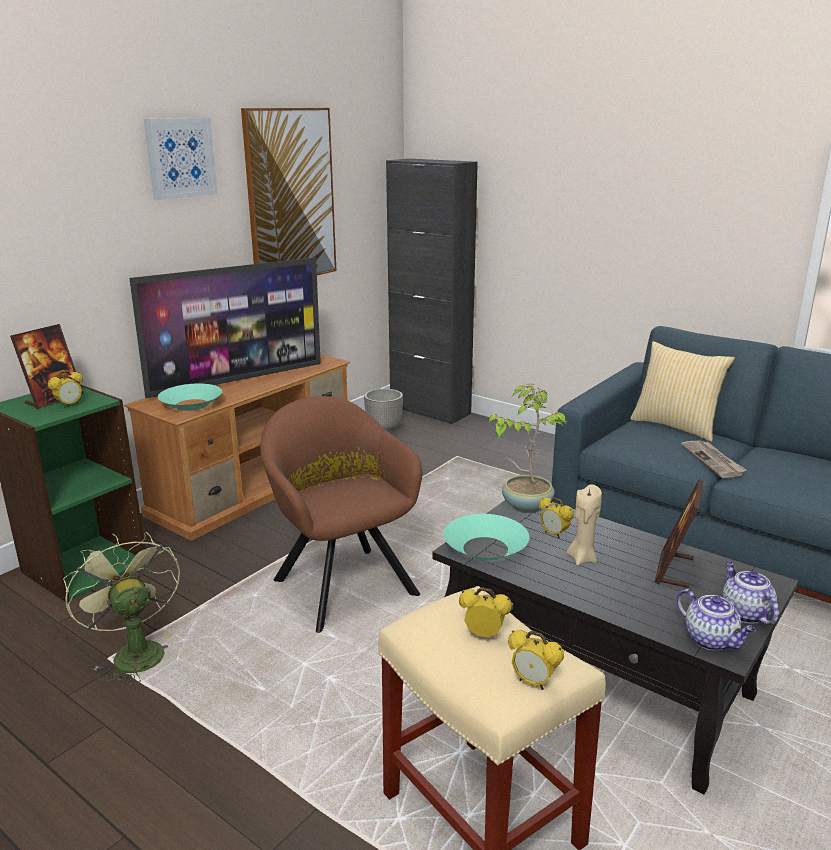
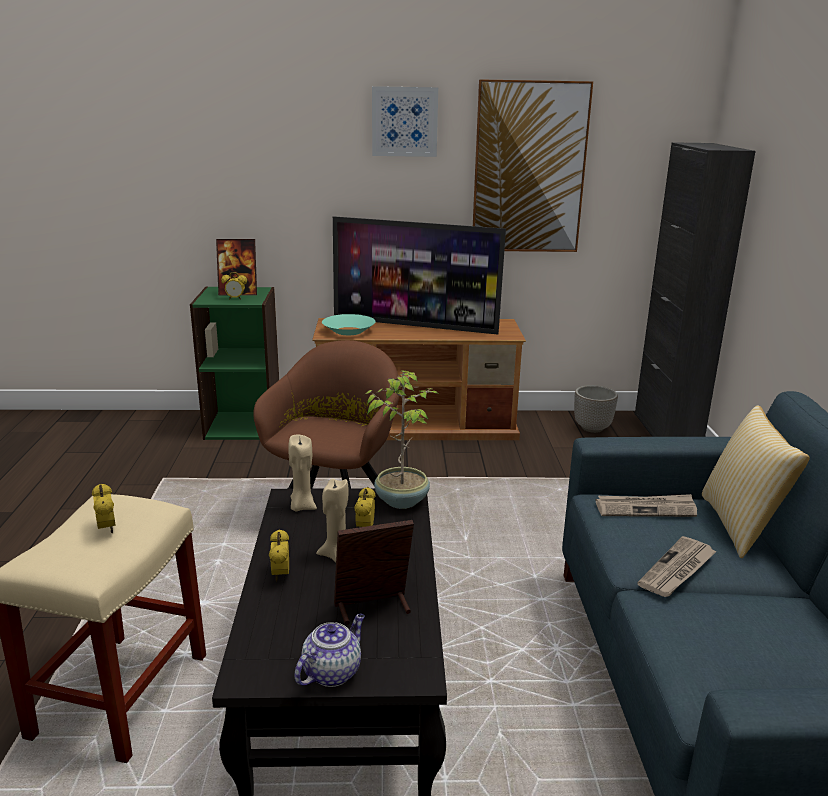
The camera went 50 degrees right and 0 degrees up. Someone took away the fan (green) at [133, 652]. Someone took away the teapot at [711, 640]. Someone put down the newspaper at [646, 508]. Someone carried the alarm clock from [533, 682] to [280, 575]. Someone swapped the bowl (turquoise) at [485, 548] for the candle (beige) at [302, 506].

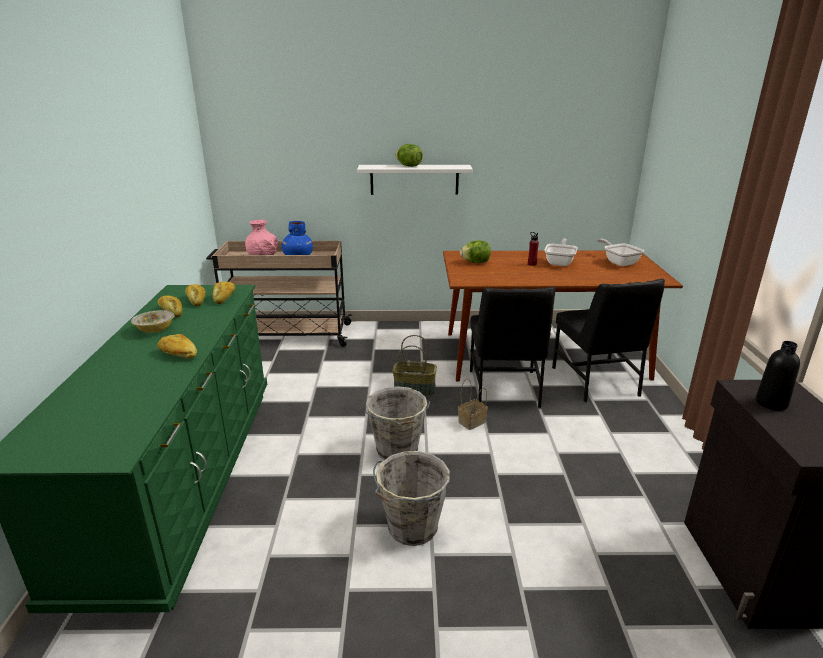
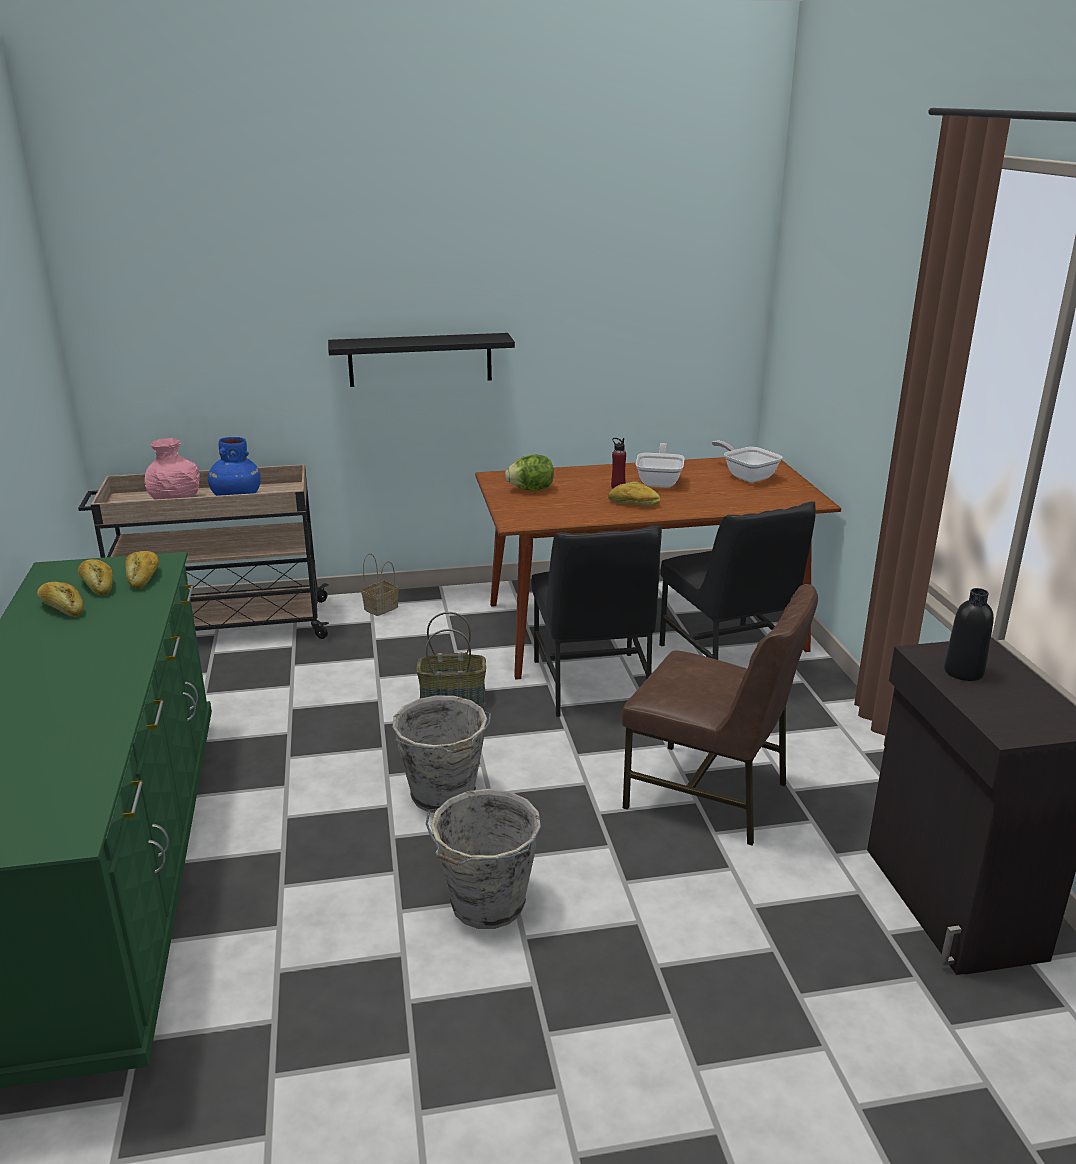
The camera went 10 degrees left and 0 degrees up. Someone took away the bowl at [155, 330]. Someone took away the lettuce at [409, 166]. Someone put down the chair (brown) at [709, 795]. Someone carried the bread from [178, 354] to [633, 503]. Someone carried the basket from [471, 422] to [380, 608]. Someone repainted the shelf (white) at [414, 179], which became the shelf (black) at [420, 359].

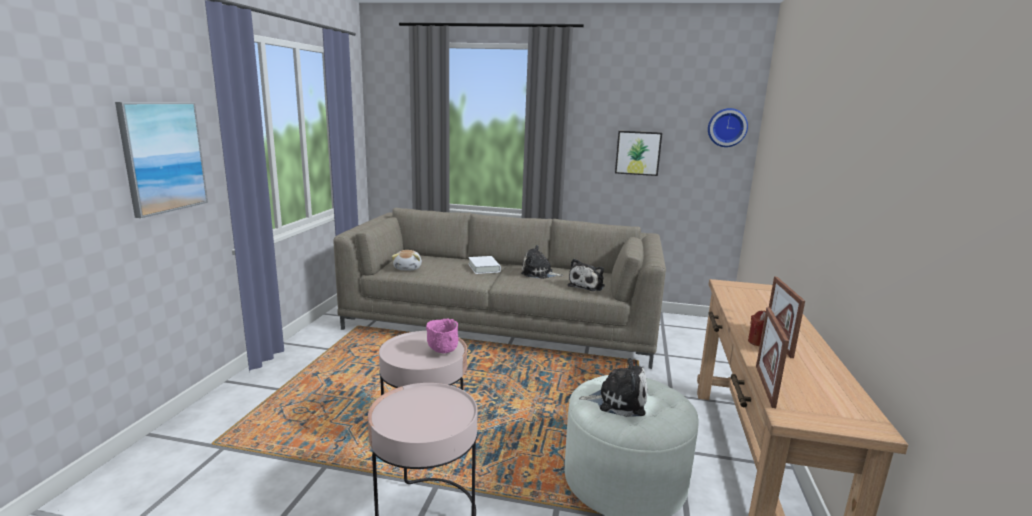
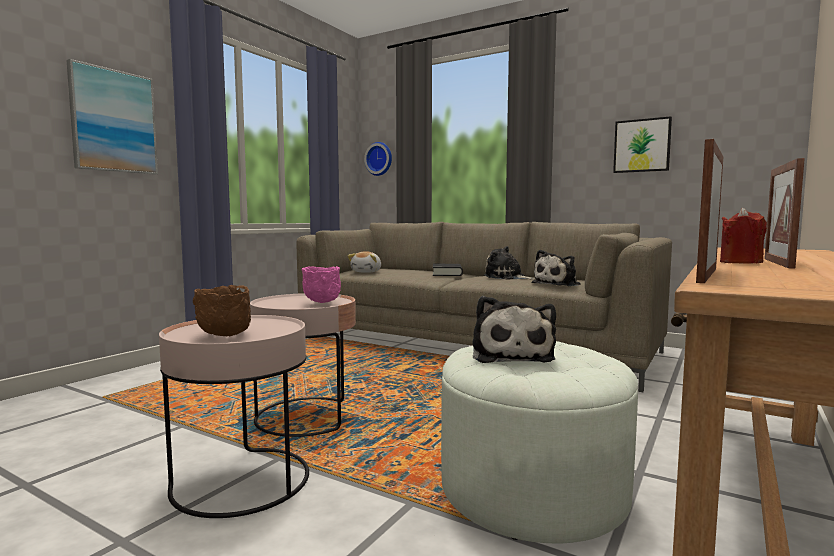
The camera went 20 degrees right and 10 degrees down. Someone put down the bowl (brown) at [225, 335]. Someone carried the wall clock from [727, 127] to [379, 159]. Someone repainted the book (white) at [484, 268], which became the book (black) at [447, 274]. Someone rotated the plush toy at [618, 401] by 60 degrees clockwise.

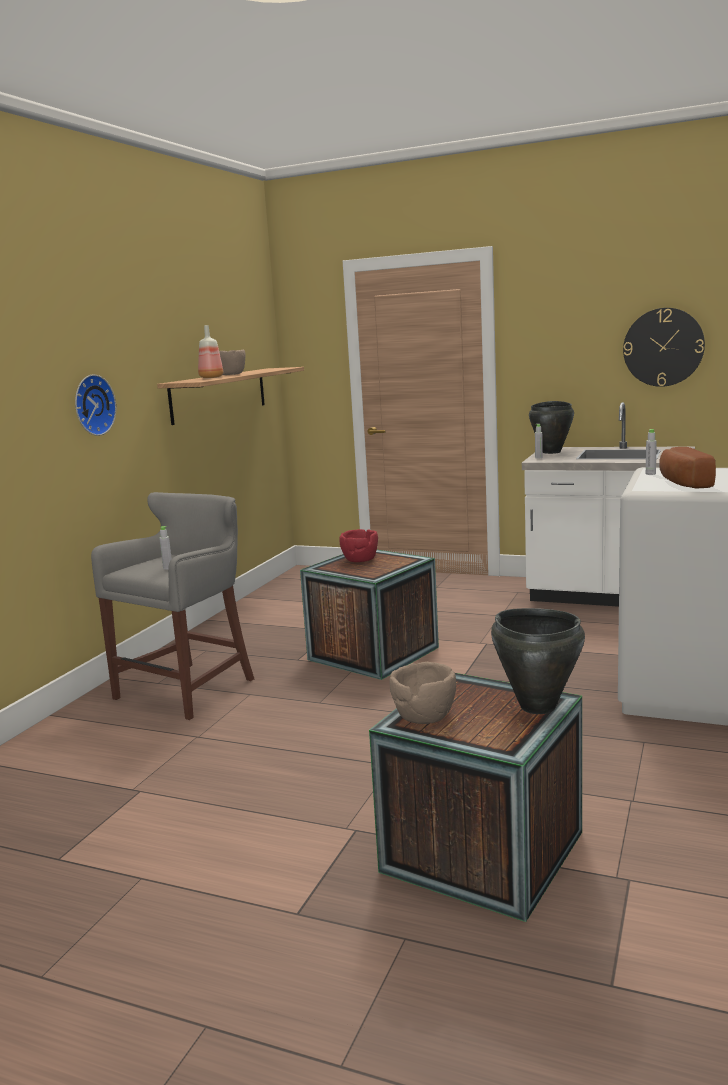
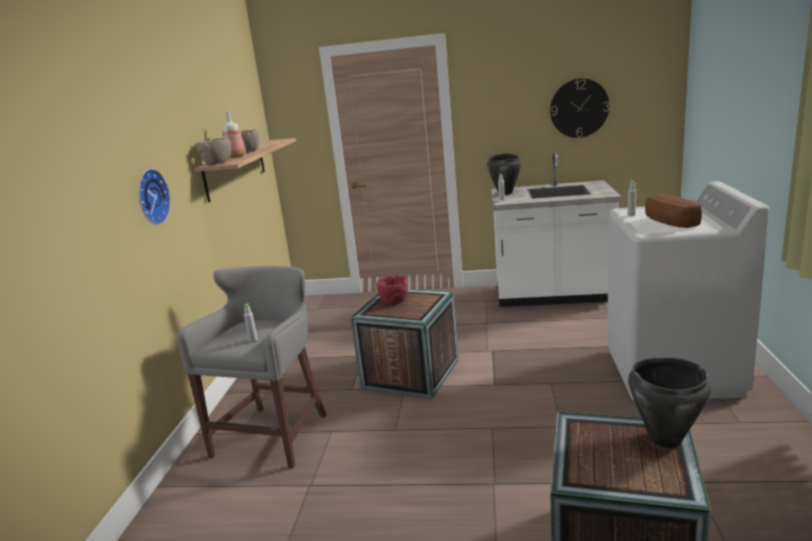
The camera went 15 degrees left and 5 degrees up. Someone carried the bowl (brown) from [424, 715] to [217, 163].

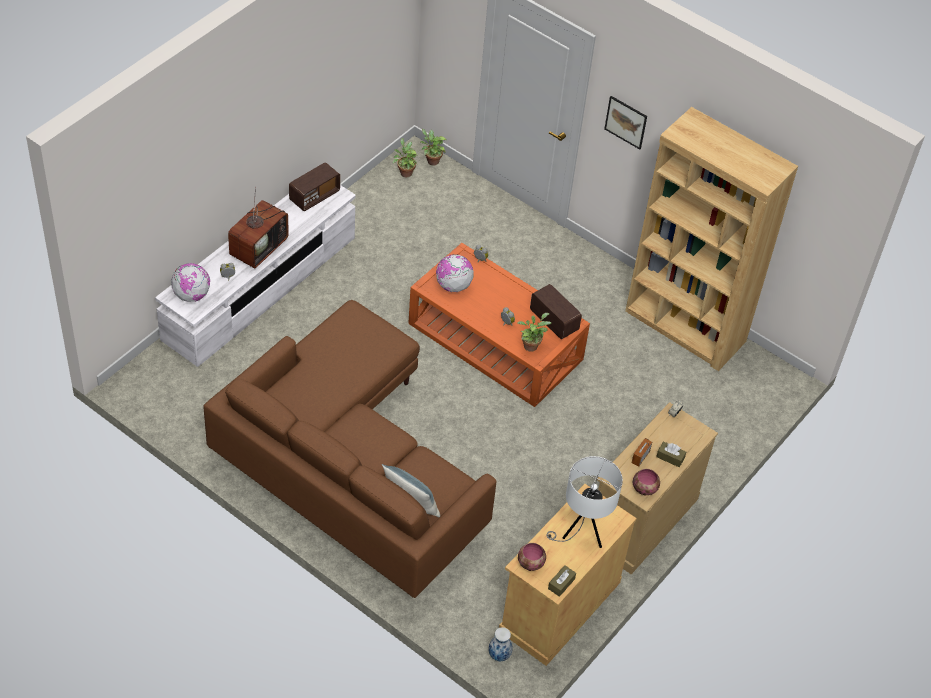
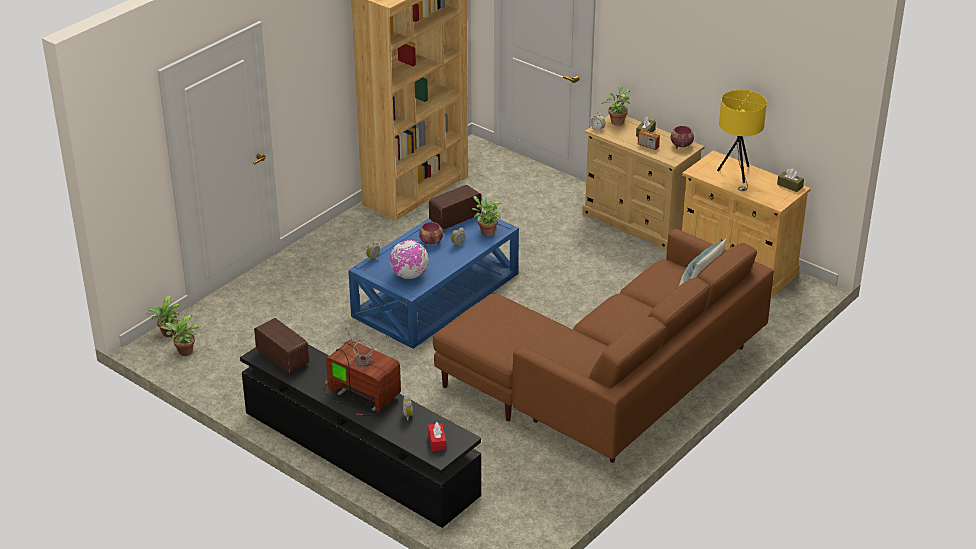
The camera went 85 degrees left and 15 degrees down. Someone took away the vase at [499, 655]. Someone took away the picture at [626, 122]. Someone put down the potted plant at [616, 121]. Someone carried the bowl from [530, 564] to [432, 242]. Someone swapped the globe at [191, 295] for the tissue box (red) at [437, 441]. Someone repainted the tv stand (white) at [260, 288], which became the tv stand (black) at [360, 454]. Someone repainted the coffee table (orange) at [494, 342], which became the coffee table (blue) at [437, 295]. Someone repainted the table lamp (white) at [581, 534], which became the table lamp (yellow) at [736, 175].

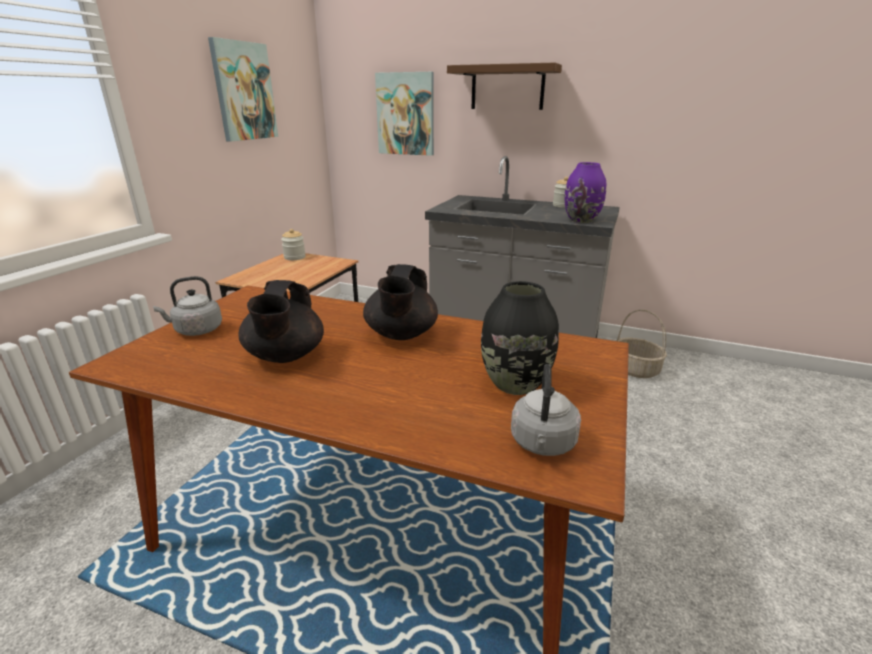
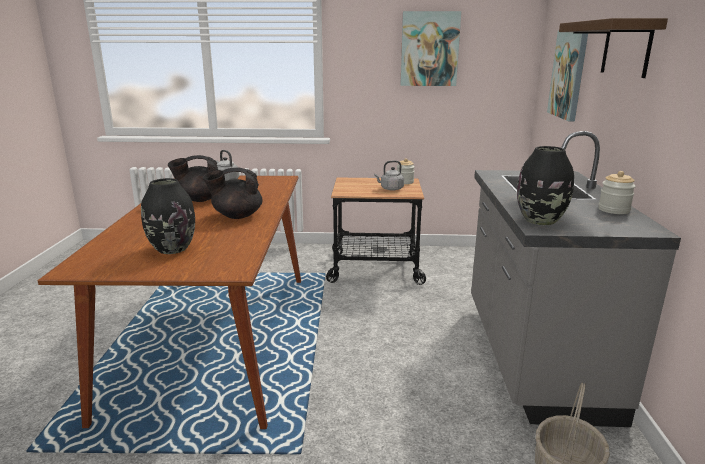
The camera went 70 degrees right and 5 degrees down. Someone carried the kettle (grey) from [542, 444] to [390, 189]. Someone repainted the vase (purple) at [581, 220], which became the vase (black) at [540, 220].

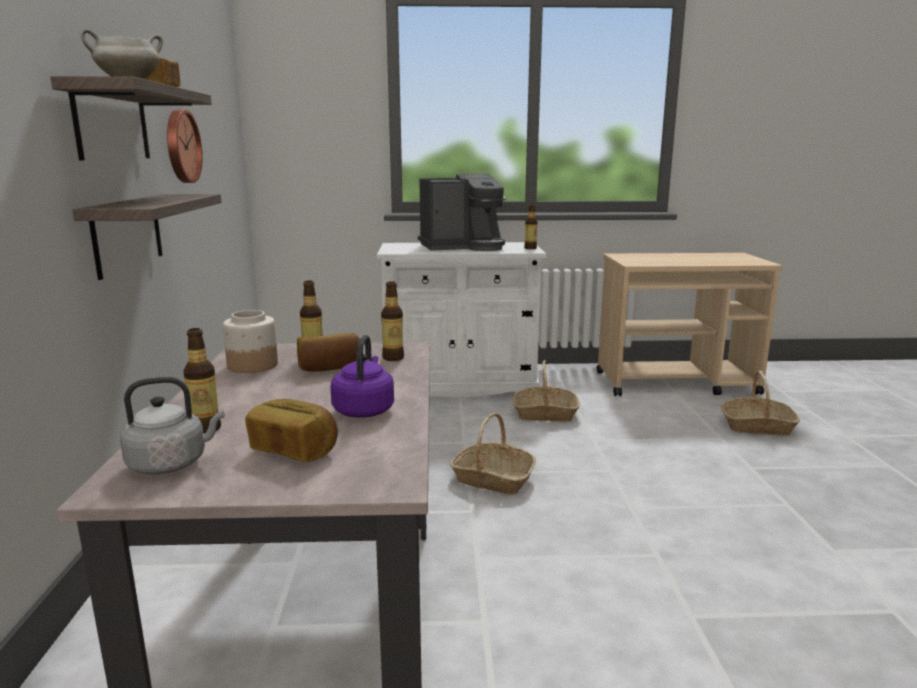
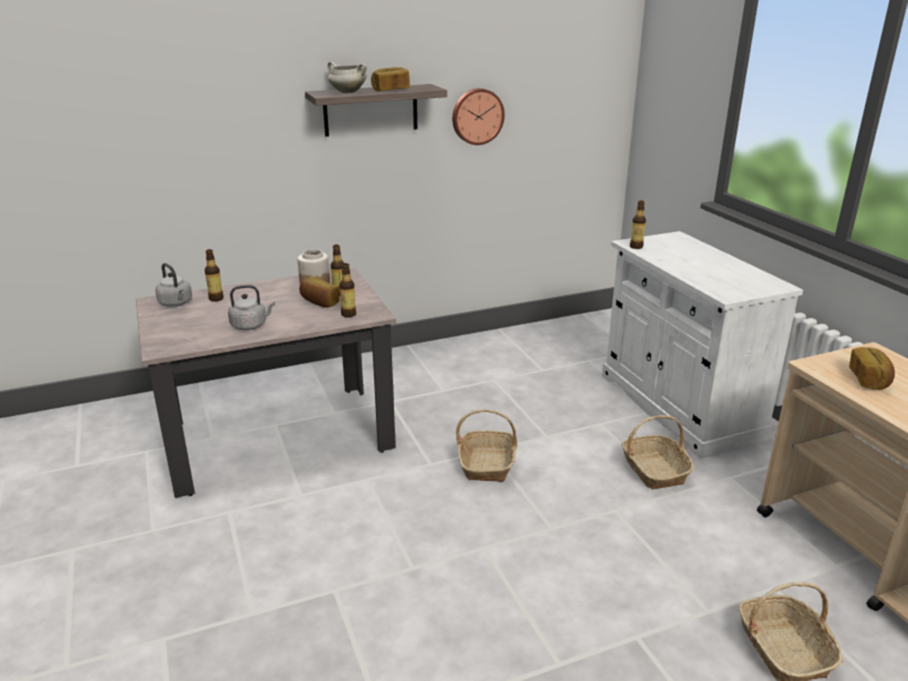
The camera went 70 degrees right and 10 degrees up. Someone took away the shelf at [127, 233]. Someone took away the coffee machine at [463, 247]. Someone carried the bread from [294, 450] to [869, 380]. Someone carried the bottle from [530, 248] to [636, 247]. Someone repainted the kettle (purple) at [364, 410], which became the kettle (grey) at [251, 325].

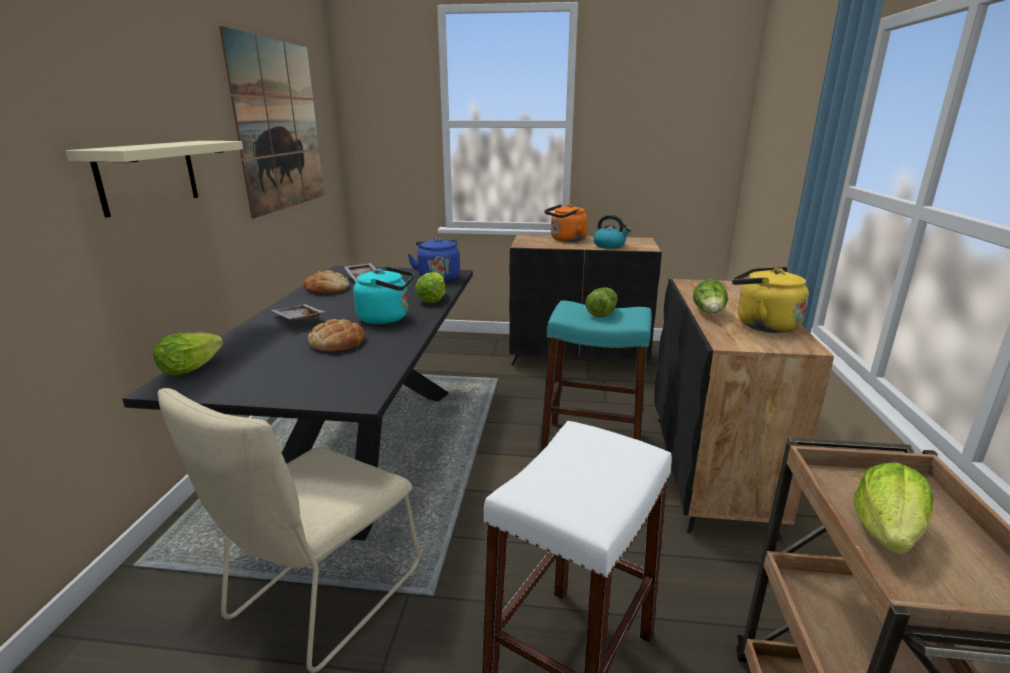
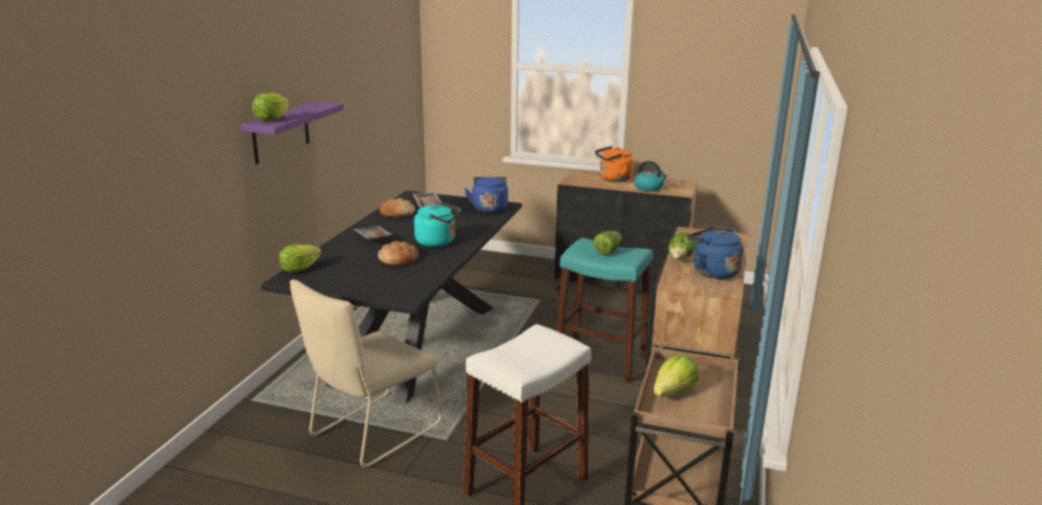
The camera went 10 degrees right and 0 degrees up. Someone took away the picture at [279, 126]. Someone carried the lettuce from [432, 299] to [272, 119]. Someone repainted the shelf (beige) at [148, 176], which became the shelf (purple) at [281, 132]. Someone repainted the kettle (yellow) at [762, 325], which became the kettle (blue) at [712, 271].

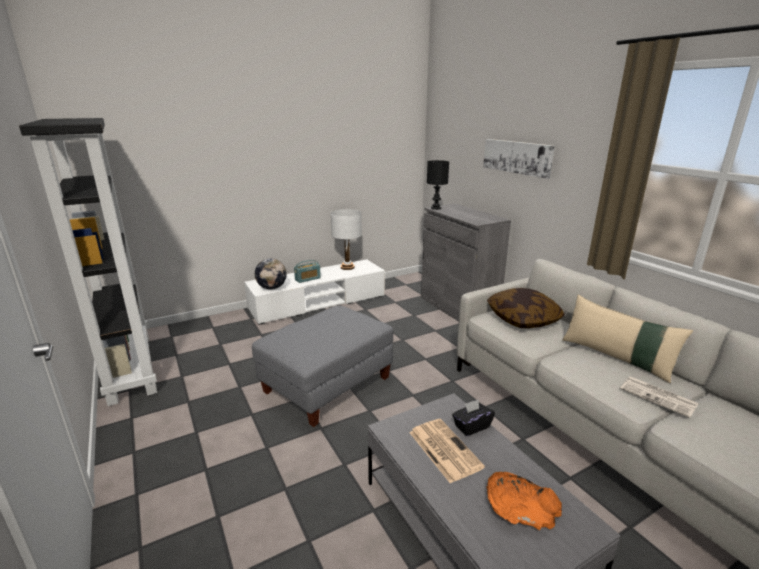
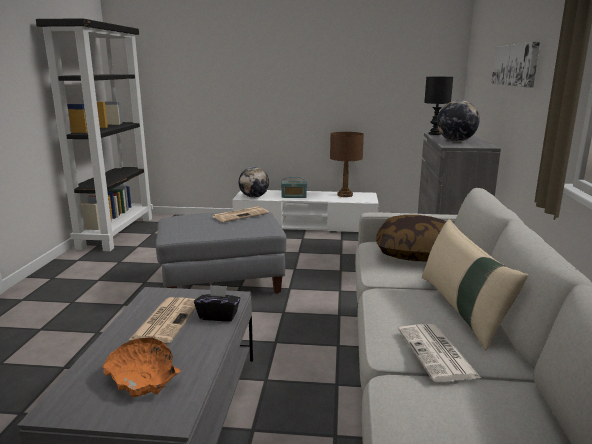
The camera went 35 degrees right and 5 degrees down. Someone put down the newspaper at [241, 215]. Someone put down the globe at [455, 141]. Someone repainted the table lamp (white) at [347, 267], which became the table lamp (brown) at [345, 195].

